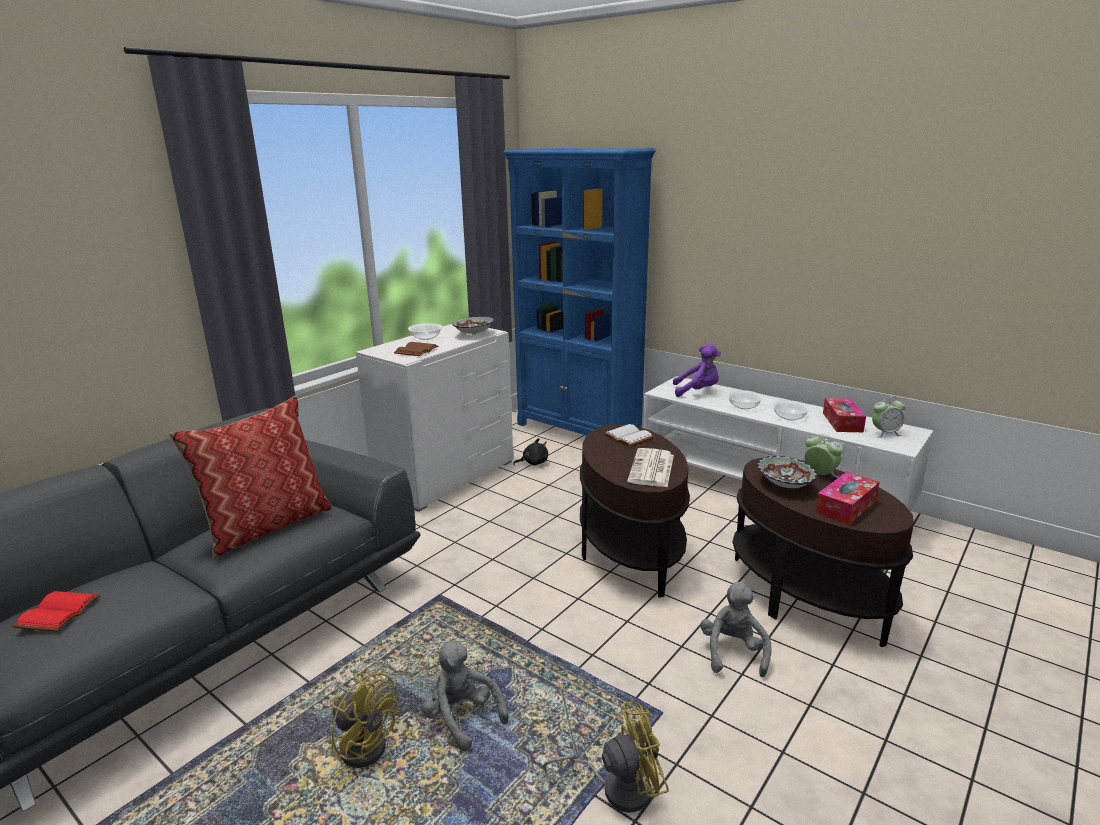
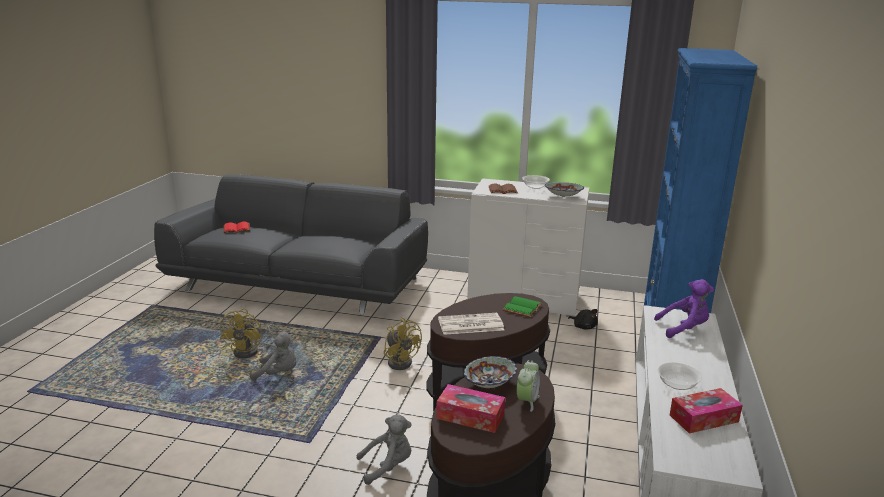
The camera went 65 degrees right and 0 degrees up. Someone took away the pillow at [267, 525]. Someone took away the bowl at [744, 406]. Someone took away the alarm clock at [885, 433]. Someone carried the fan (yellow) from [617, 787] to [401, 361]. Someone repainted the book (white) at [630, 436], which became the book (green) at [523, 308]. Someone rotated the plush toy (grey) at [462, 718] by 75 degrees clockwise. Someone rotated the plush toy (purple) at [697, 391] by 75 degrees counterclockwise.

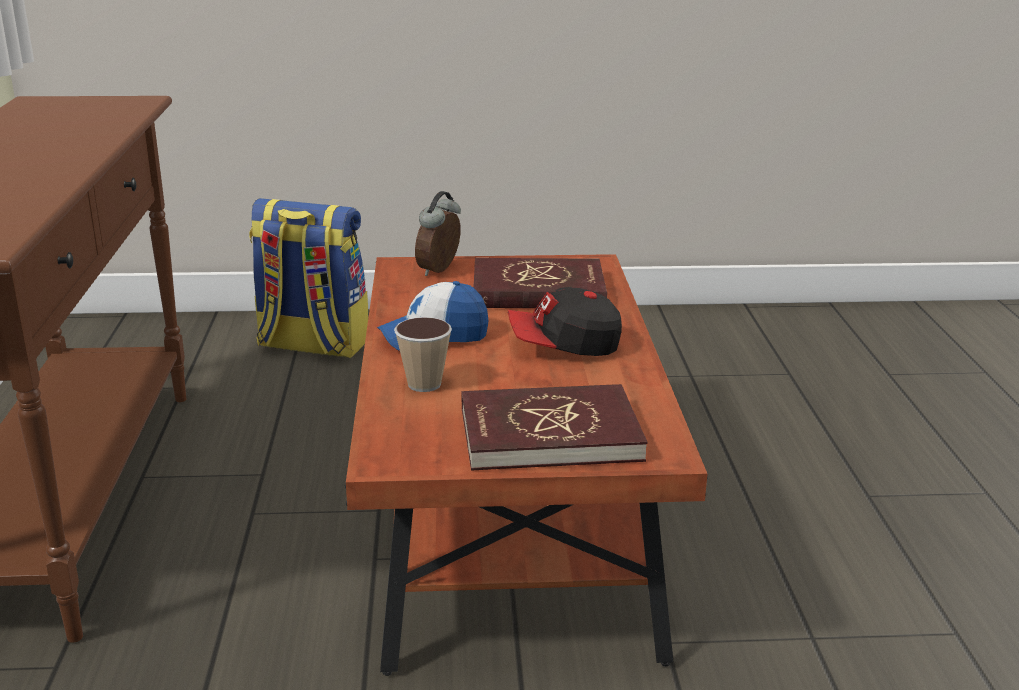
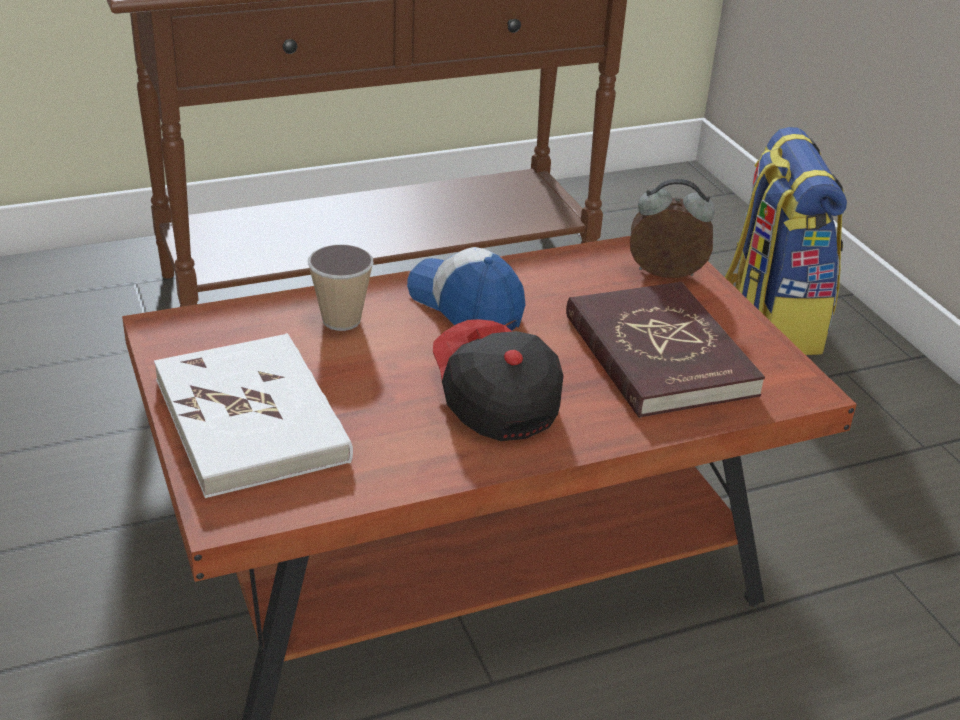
The camera went 70 degrees right and 10 degrees up. Someone repainted the book (red) at [549, 434], which became the book (white) at [252, 420].

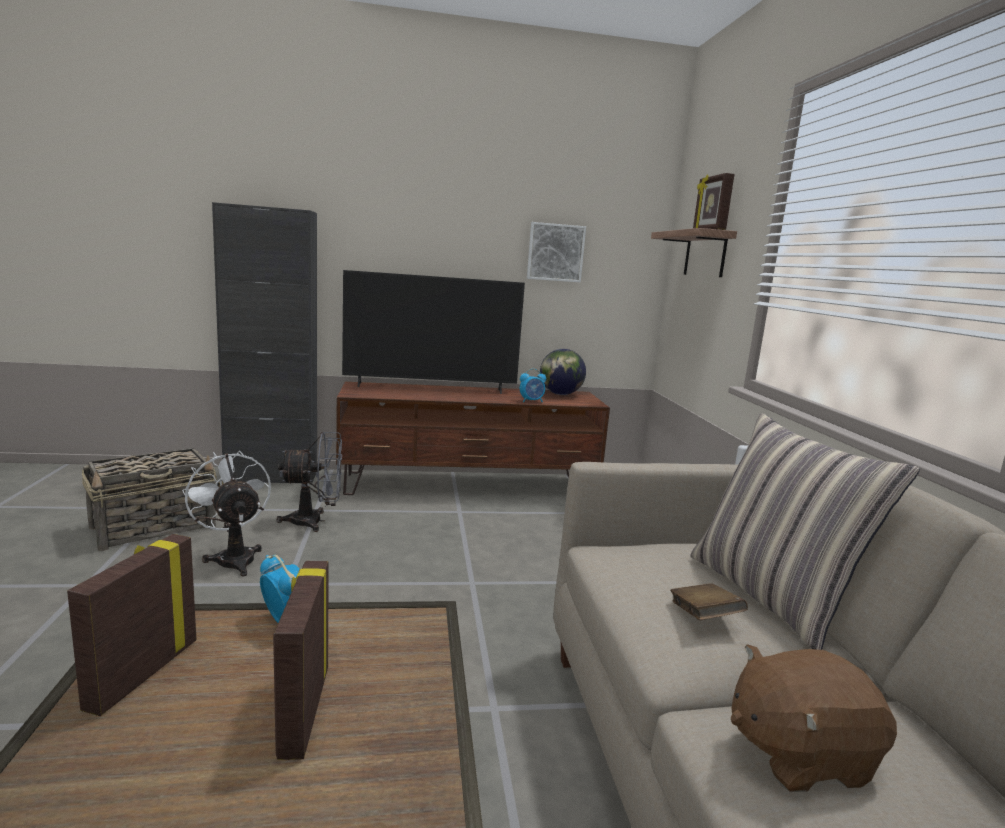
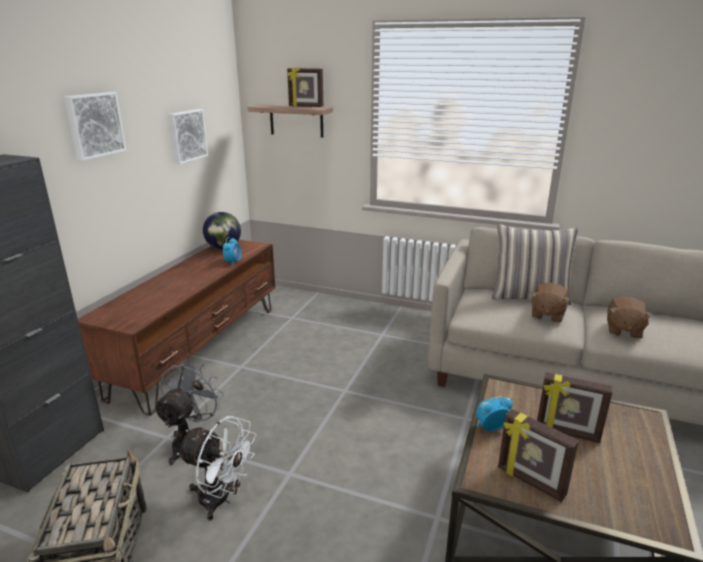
The camera went 60 degrees left and 10 degrees up. Someone took away the television at [430, 388]. Someone put up the picture at [94, 125]. Someone swapped the book (brown) at [703, 617] for the plush toy (brown) at [547, 315]. Someone rotated the fan (white) at [233, 557] by 150 degrees counterclockwise.

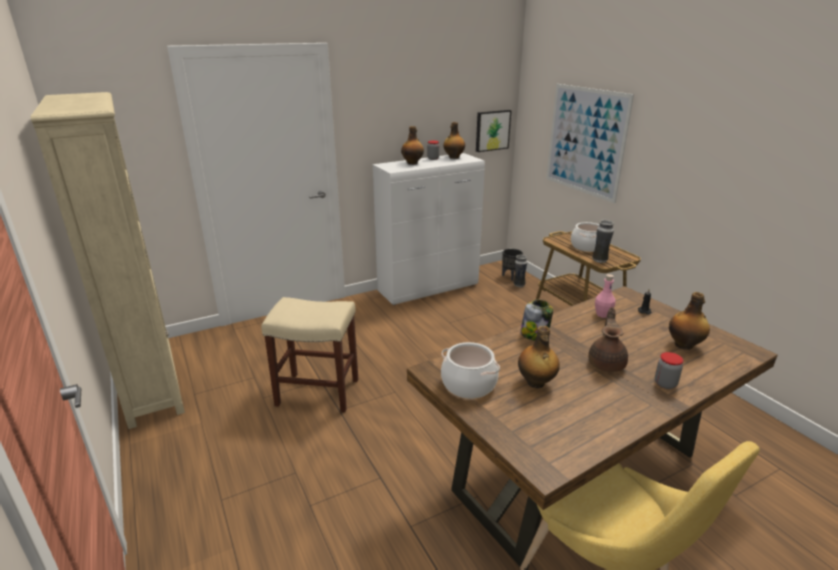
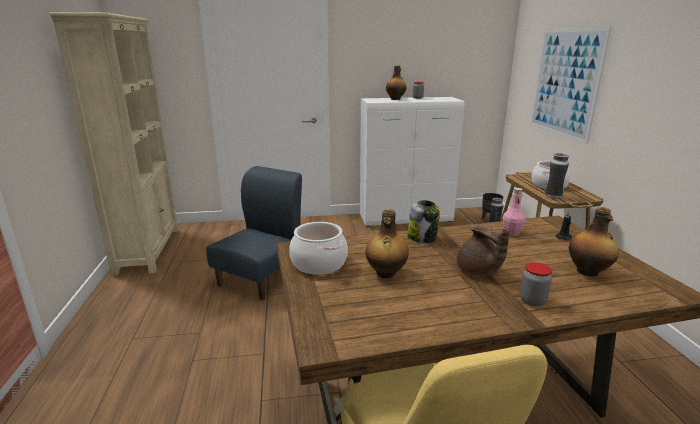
The camera went 20 degrees right and 5 degrees down. Someone took away the bottle at [453, 157]. Someone took away the picture at [492, 130]. Someone swapped the stool (beige) at [319, 392] for the chair (blue) at [261, 278]. Someone rotated the teapot (brown) at [607, 363] by 120 degrees clockwise.

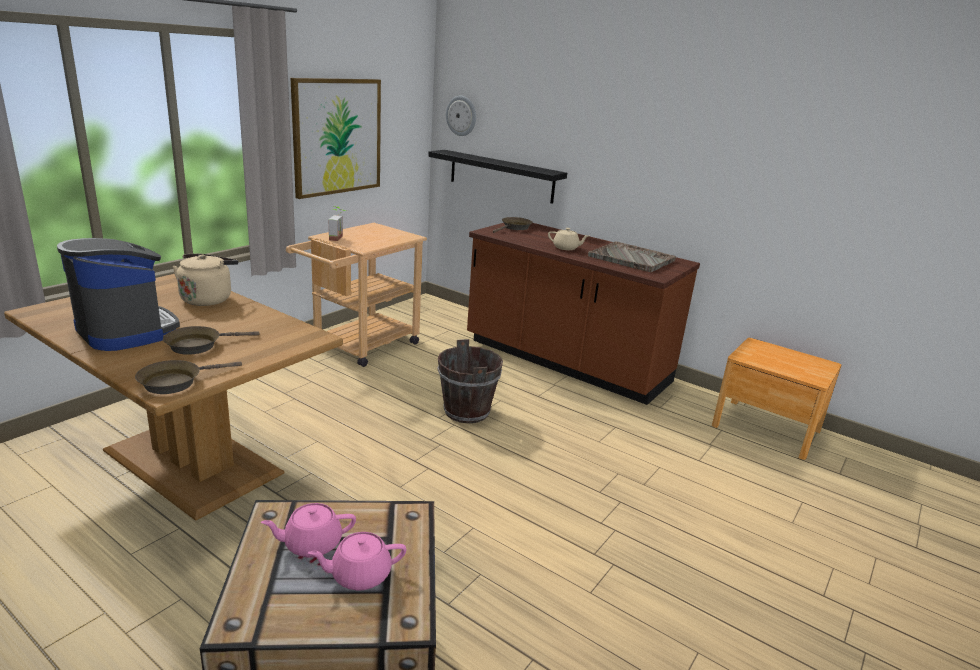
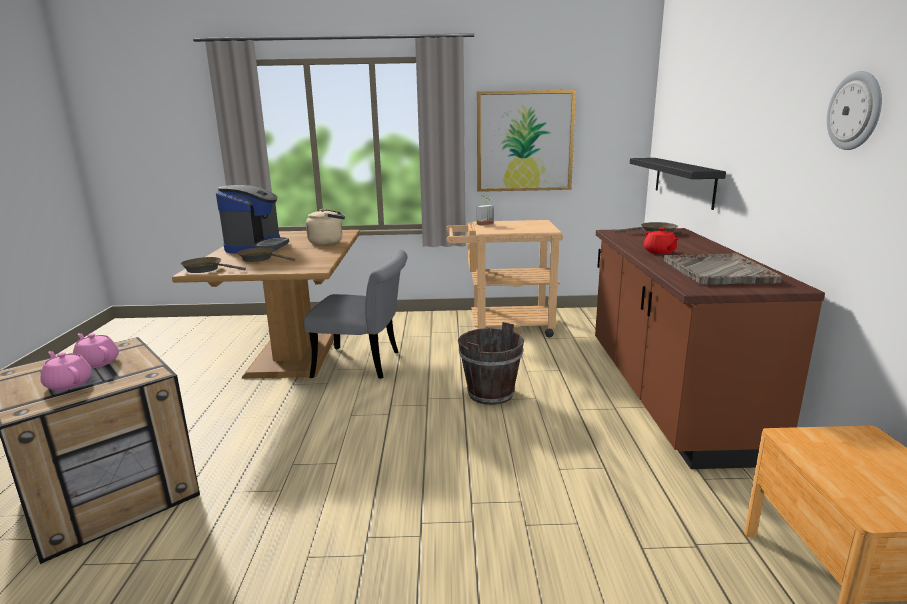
The camera went 55 degrees right and 5 degrees down. Someone put down the chair (grey) at [365, 364]. Someone carried the wall clock from [461, 115] to [855, 111]. Someone repainted the teapot (beige) at [566, 248], which became the teapot (red) at [659, 252].

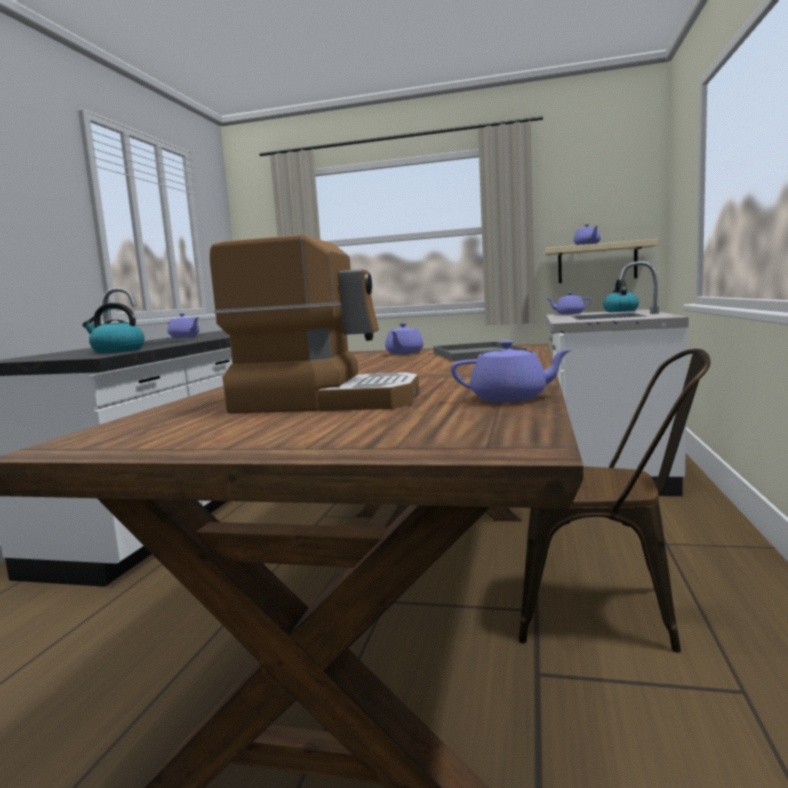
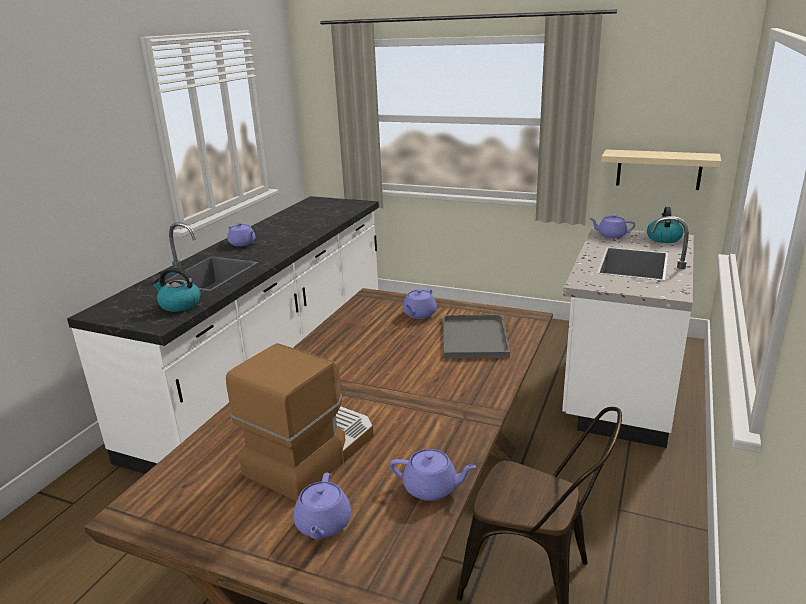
The camera went 10 degrees right and 15 degrees up. Someone carried the teapot (purple) from [587, 245] to [323, 524]. Someone rotated the coffee machine at [326, 401] by 75 degrees counterclockwise.

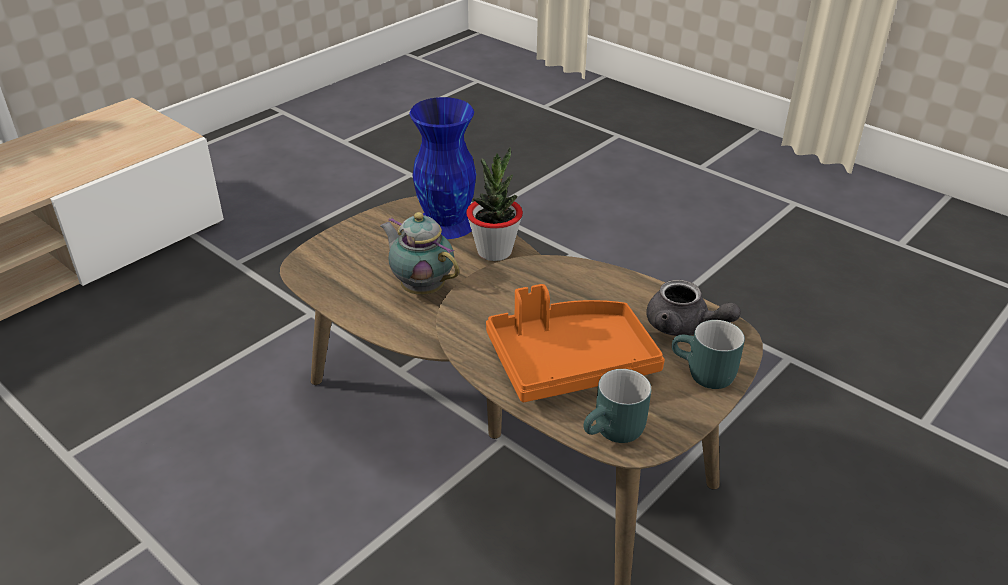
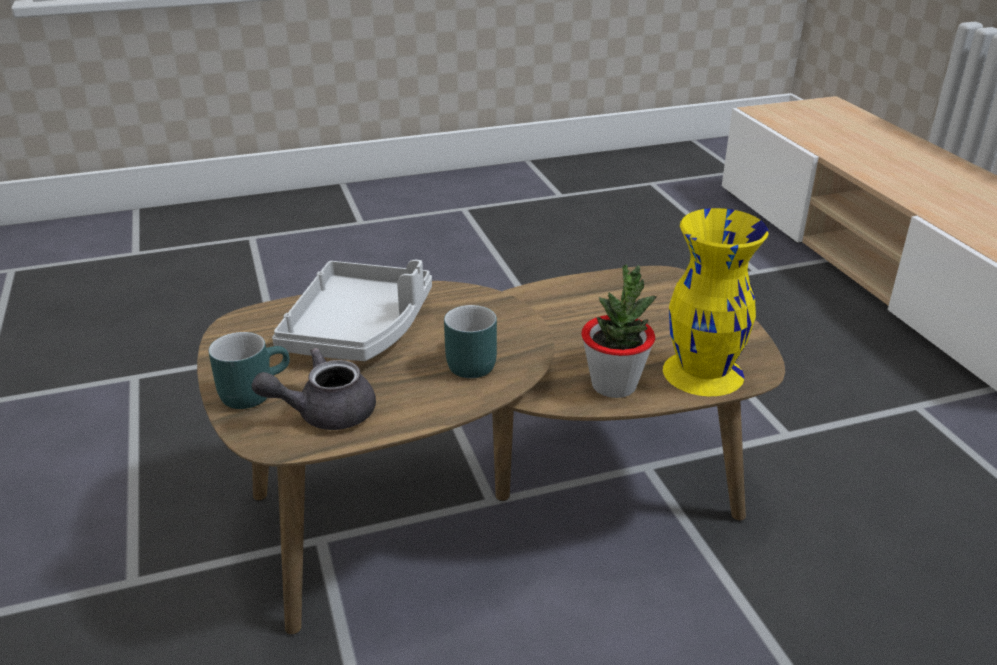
The camera went 120 degrees right and 5 degrees down. Someone took away the teapot at [421, 288]. Someone carried the mug (turquoise) from [615, 433] to [467, 361]. Someone repainted the vase (blue) at [447, 222], which became the vase (yellow) at [703, 373]. Someone repainted the tray (orange) at [570, 362], which became the tray (grey) at [359, 329].

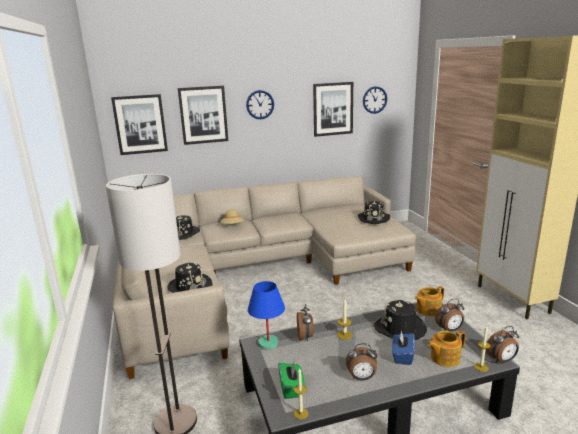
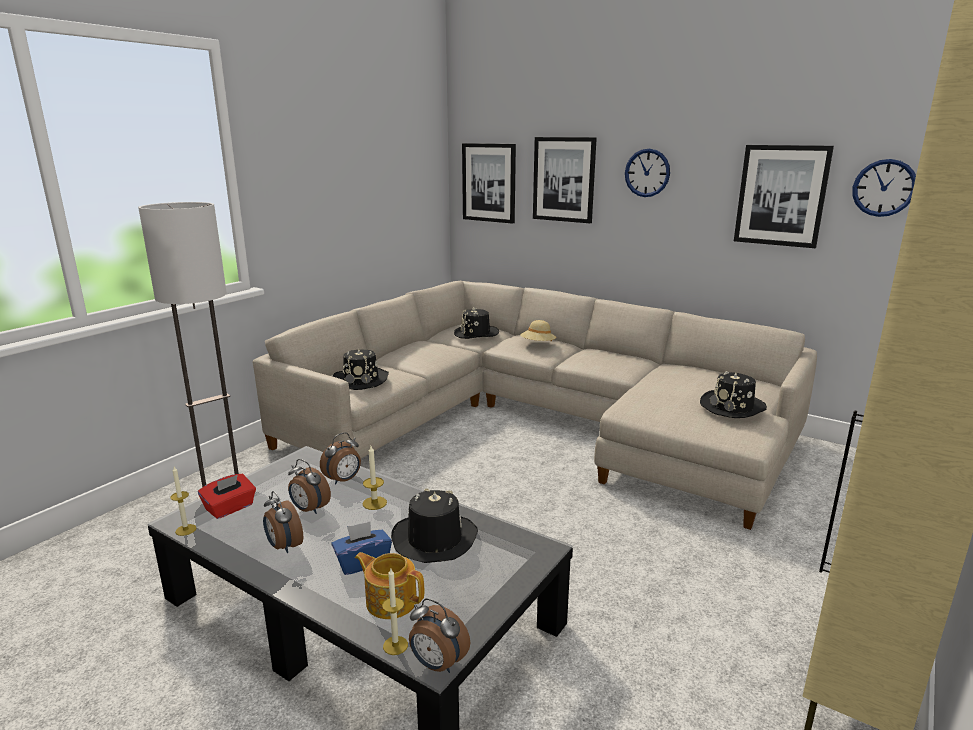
The camera went 50 degrees right and 0 degrees up. Someone took away the table lamp (blue) at [268, 343]. Someone took away the teapot at [428, 310]. Someone carried the alarm clock from [449, 330] to [309, 509]. Someone repainted the tissue box (green) at [291, 388], which became the tissue box (red) at [230, 508].

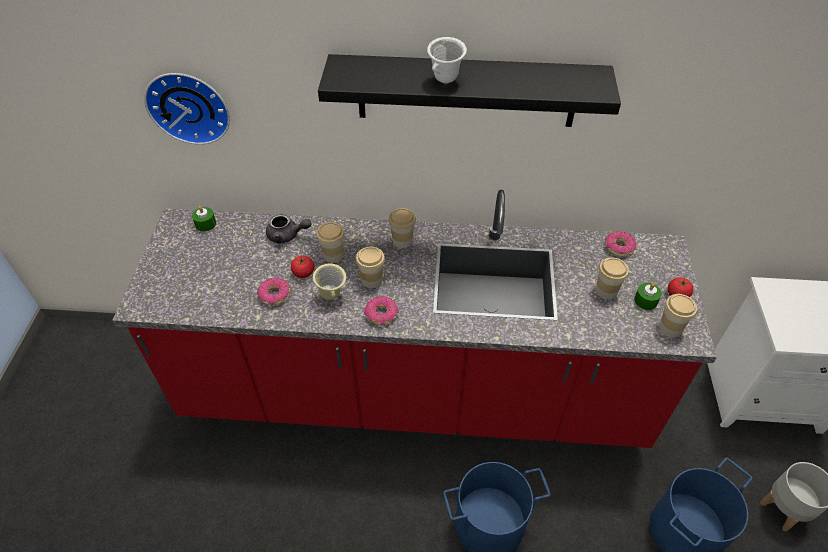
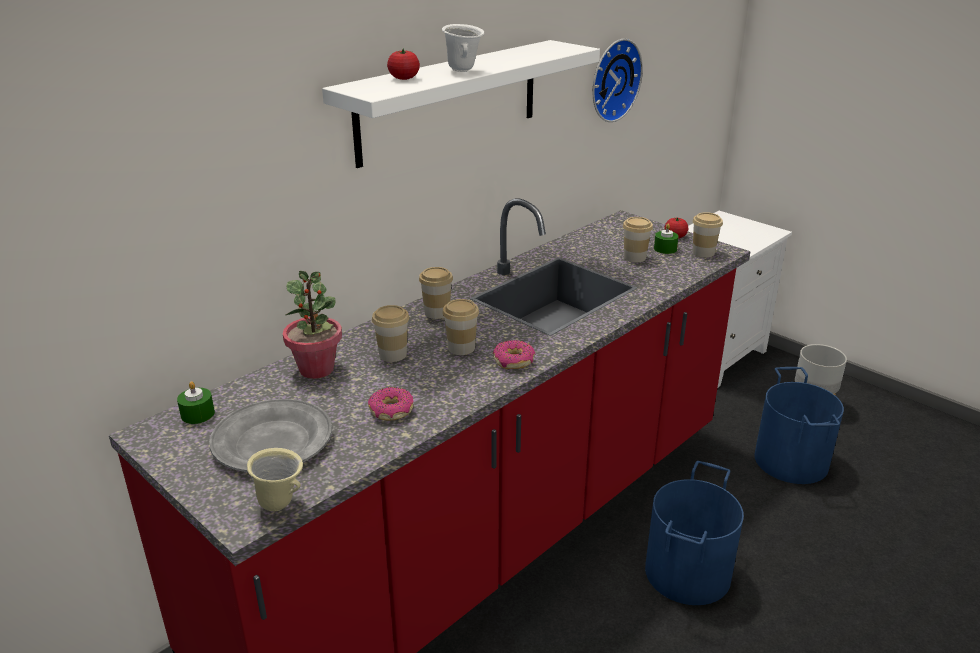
The camera went 50 degrees left and 20 degrees down. Someone took away the donut at [619, 247]. Someone put down the plate (grey) at [271, 442]. Someone carried the wall clock from [189, 106] to [612, 80]. Someone carried the tomato from [303, 273] to [404, 78]. Someone carried the mug (beige) from [332, 296] to [281, 503]. Someone swapped the teapot (grey) at [287, 235] for the potted plant at [317, 369]. Someone repainted the shelf (black) at [466, 91], which became the shelf (white) at [450, 101].

